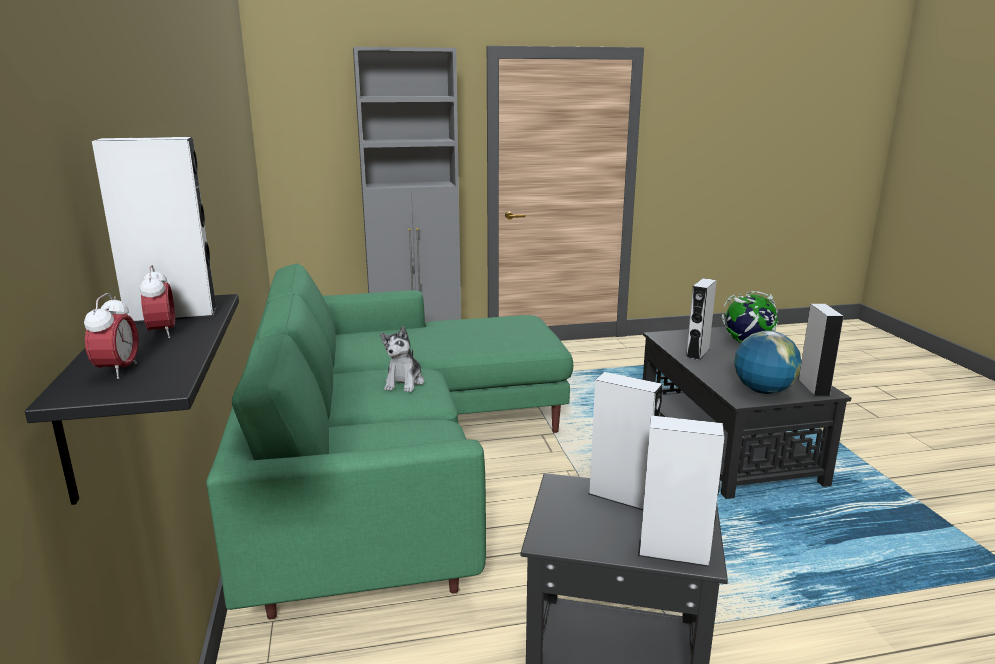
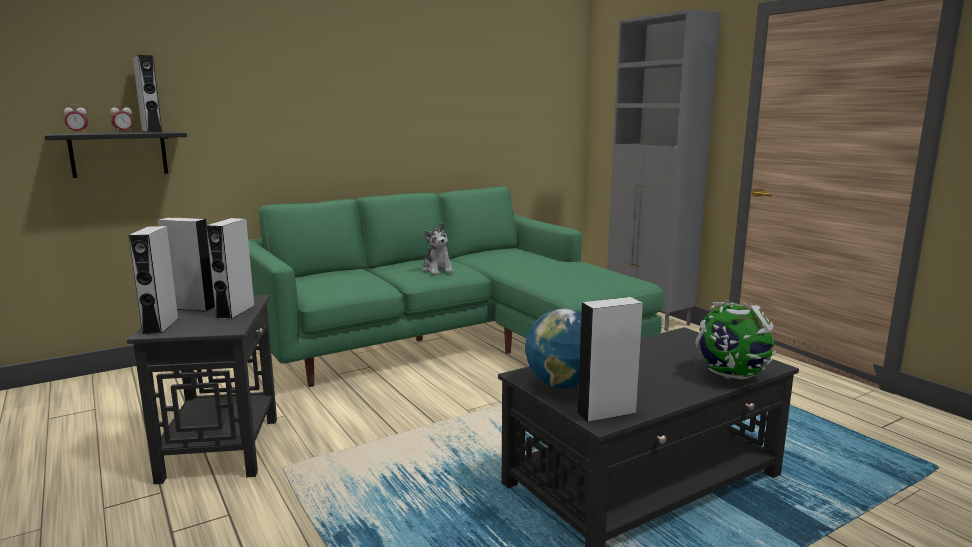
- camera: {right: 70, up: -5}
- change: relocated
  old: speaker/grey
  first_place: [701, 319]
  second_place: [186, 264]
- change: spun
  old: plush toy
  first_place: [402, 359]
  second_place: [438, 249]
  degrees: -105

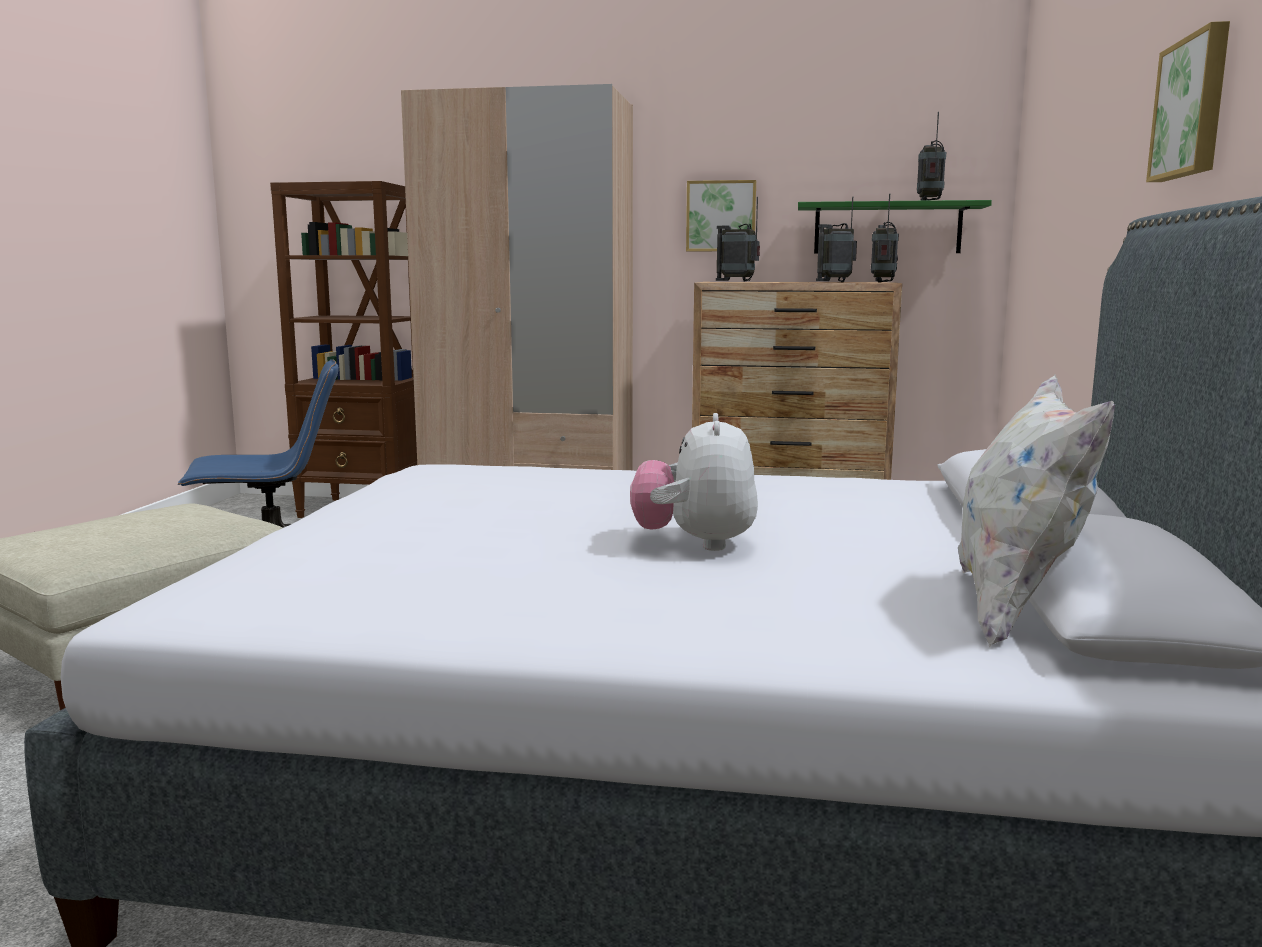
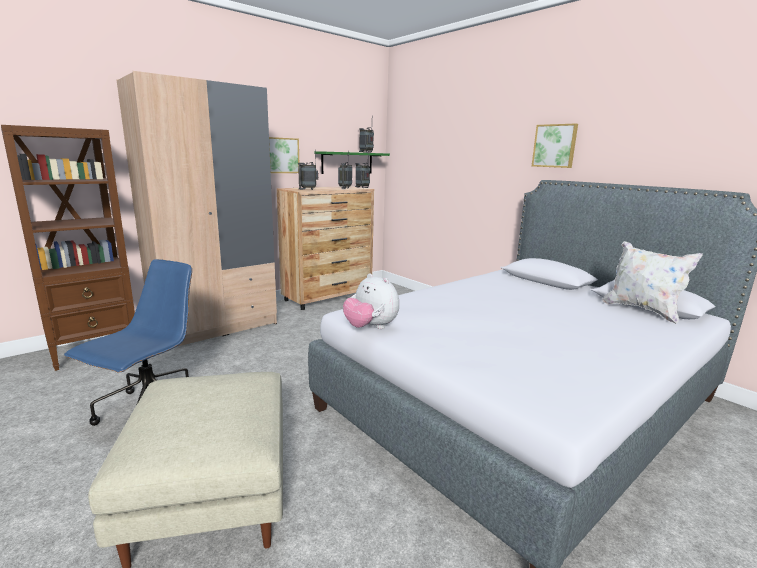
- camera: {right: -50, up: 5}
- change: relocated
  old: plush toy
  first_place: [694, 482]
  second_place: [371, 301]

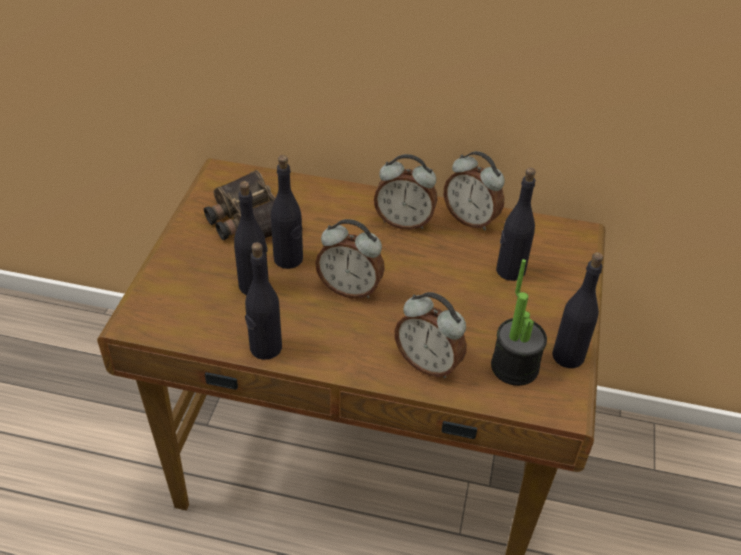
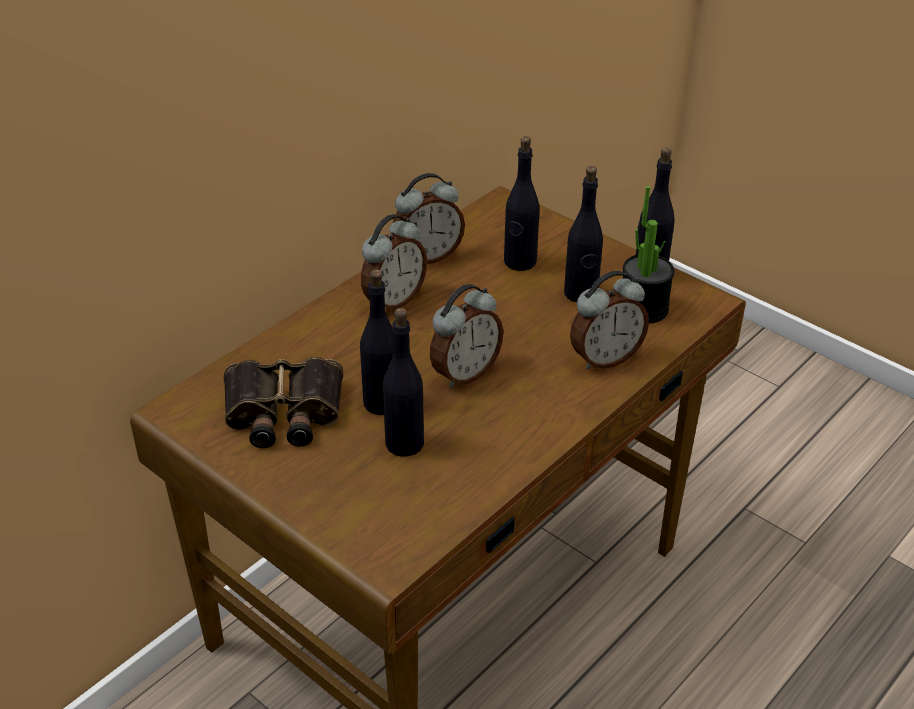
- camera: {right: -60, up: -5}
- change: relocated
  old: bottle/black
  first_place: [263, 301]
  second_place: [583, 234]

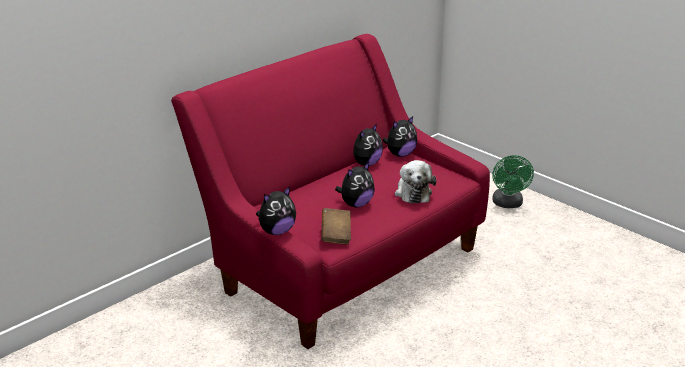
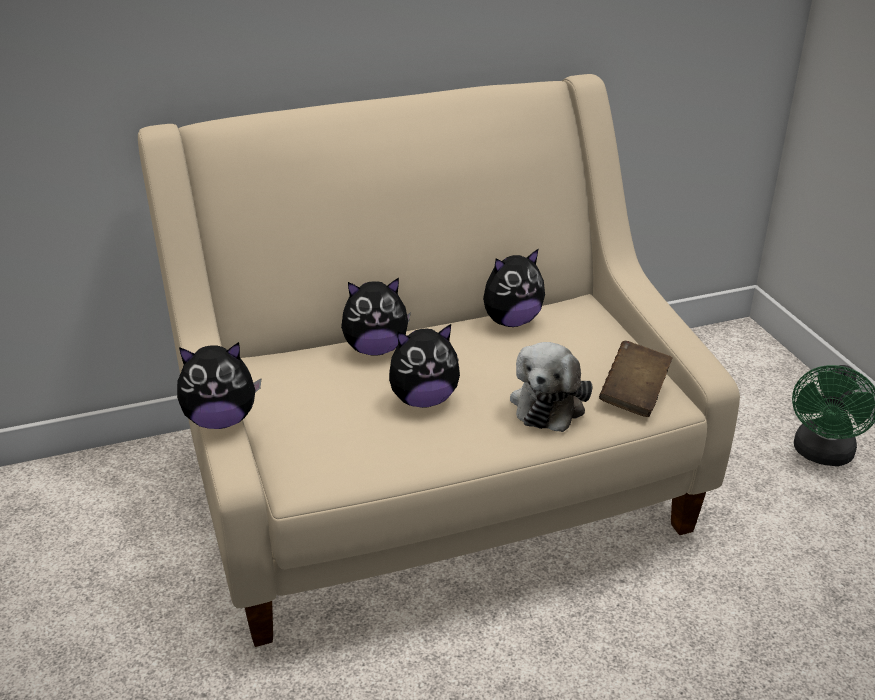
- camera: {right: 25, up: 5}
- change: colour
  old: sofa/red
  new: sofa/beige
  first_place: [330, 191]
  second_place: [439, 360]
- change: relocated
  old: plush toy
  first_place: [399, 136]
  second_place: [376, 317]
- change: relocated
  old: book/brown
  first_place: [336, 226]
  second_place: [636, 379]

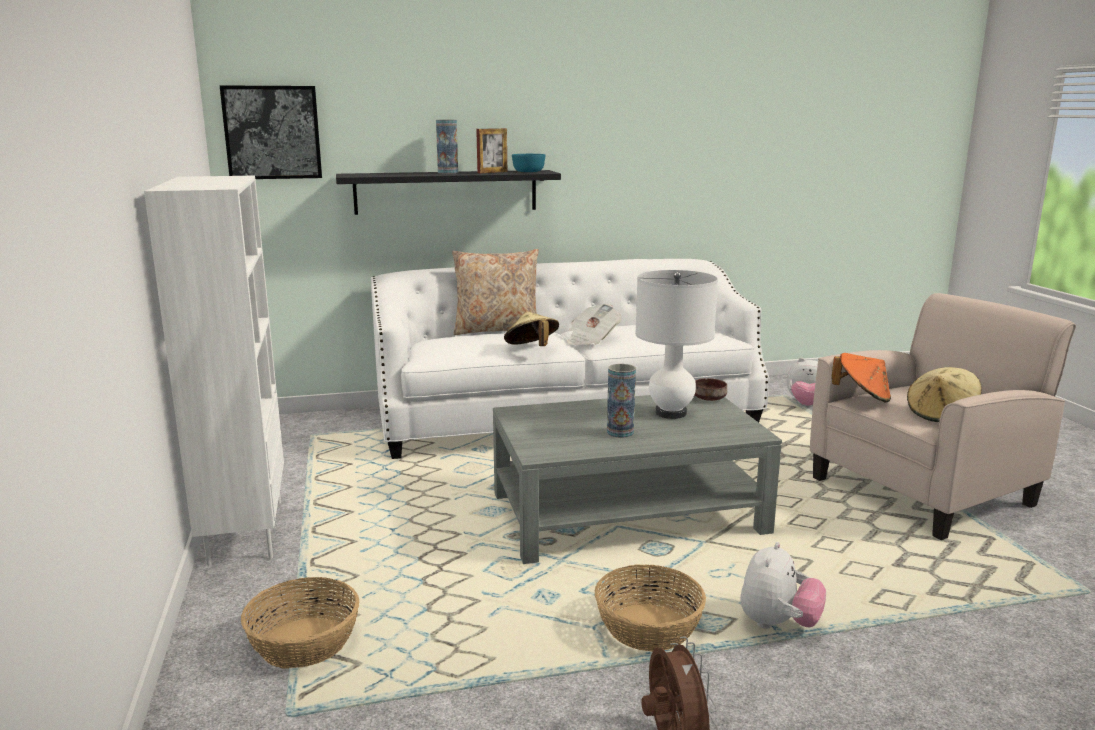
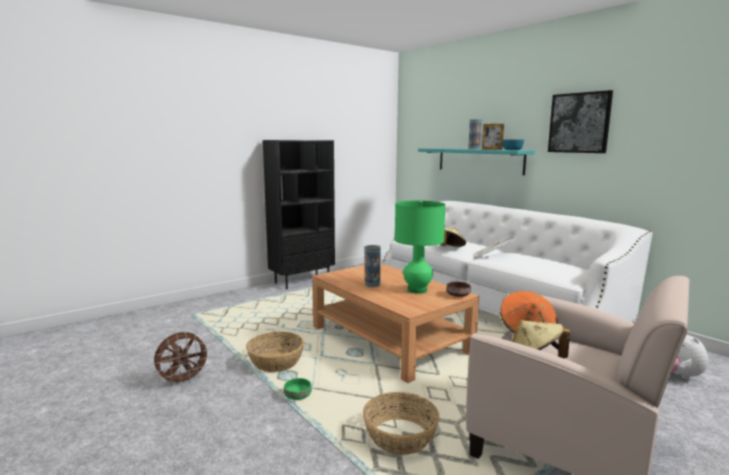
- camera: {right: 65, up: -5}
- change: colour
  old: bookcase/white
  new: bookcase/black
  first_place: [214, 371]
  second_place: [299, 214]
- change: exchanged
  old: plush toy
  new: bowl/green
  first_place: [783, 585]
  second_place: [298, 389]
- change: colour
  old: coffee table/grey
  new: coffee table/brown
  first_place: [637, 479]
  second_place: [395, 323]
- change: relocated
  old: basket
  first_place: [300, 623]
  second_place: [401, 423]
- change: colour
  old: table lamp/white
  new: table lamp/green
  first_place: [676, 344]
  second_place: [420, 247]
- change: colour
  old: shelf/black
  new: shelf/turquoise
  first_place: [448, 192]
  second_place: [476, 161]
- change: relocated
  old: picture
  first_place: [270, 132]
  second_place: [580, 121]
- change: missing
  old: pillow/beige
  first_place: [495, 292]

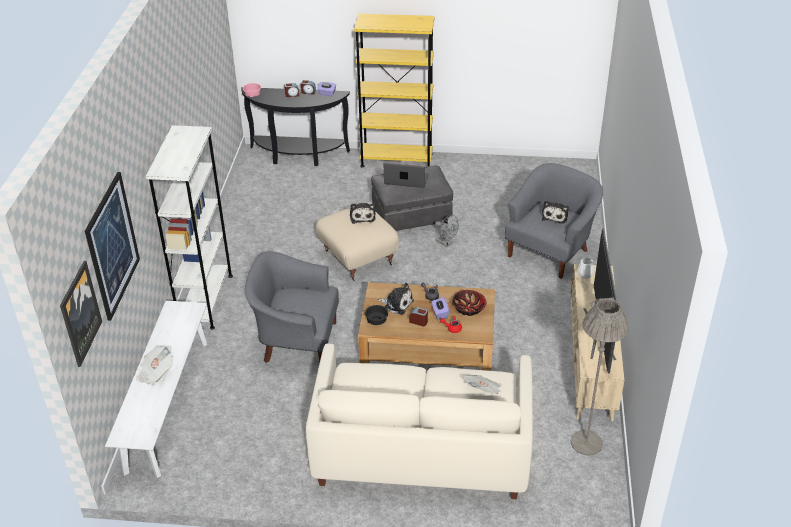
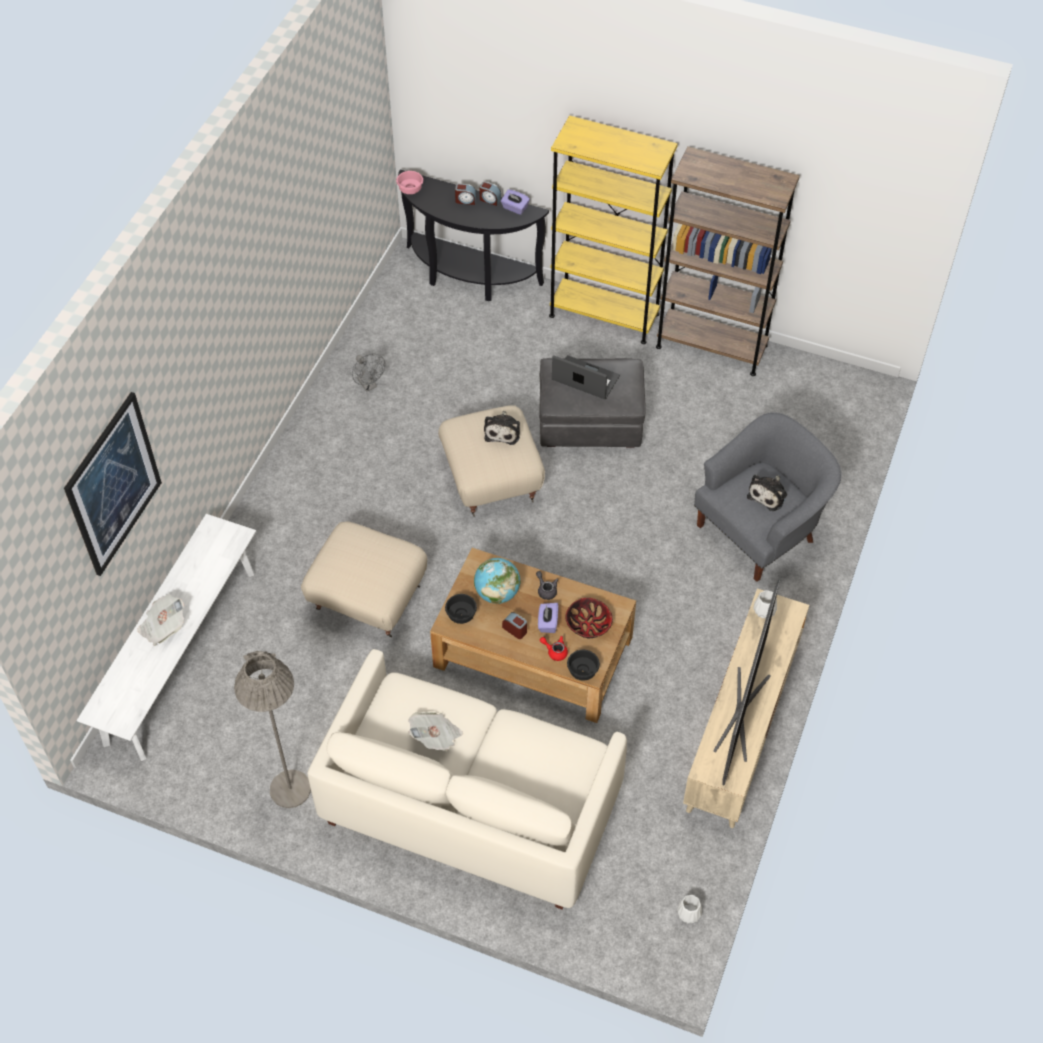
- camera: {right: 15, up: 15}
- change: relocated
  old: floor lamp/grey
  first_place: [600, 376]
  second_place: [272, 729]
- change: exchanged
  old: armchair/grey
  new: ottoman/beige
  first_place: [292, 307]
  second_place: [364, 579]
- change: relocated
  old: fan/grey
  first_place: [447, 231]
  second_place: [368, 373]
- change: relocated
  old: newspaper
  first_place: [482, 384]
  second_place: [435, 731]
- change: exchanged
  old: plush toy
  new: globe
  first_place: [396, 298]
  second_place: [497, 581]
- change: appeared
  new: bowl/black
  second_place: [583, 665]
- change: appeared
  new: bookcase/brown
  second_place: [728, 261]
- change: appeared
  new: vase/white
  second_place: [689, 909]
- change: missing
  old: picture
  first_place: [81, 314]
- change: missing
  old: bookcase/white
  first_place: [189, 227]

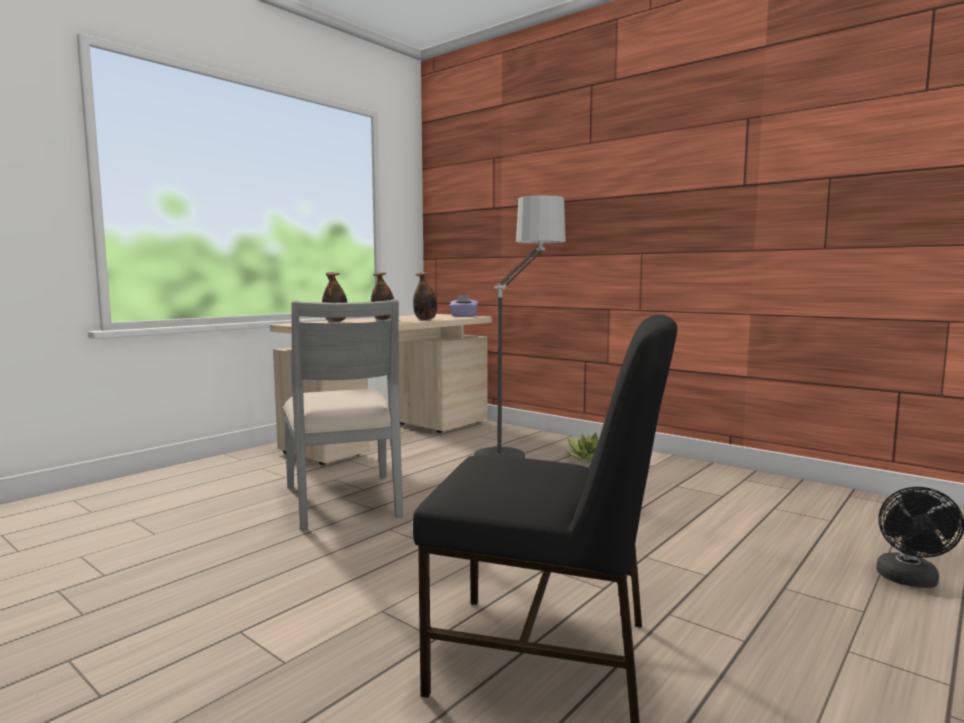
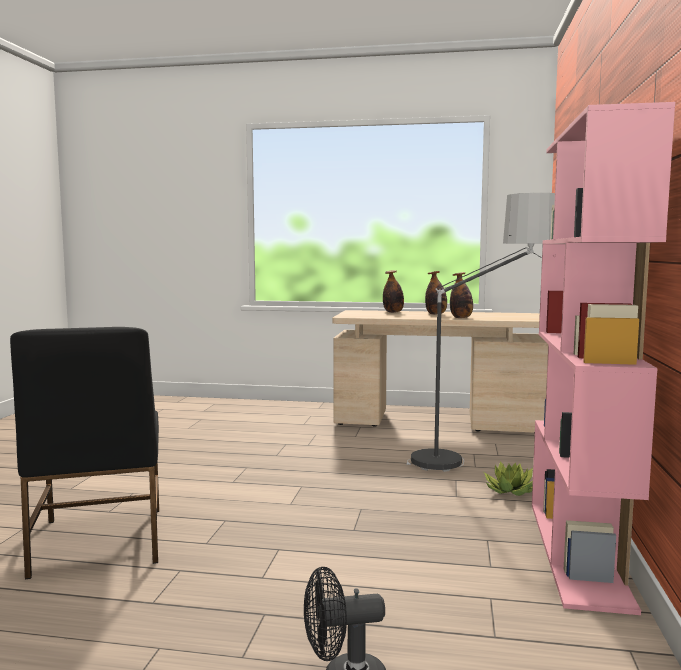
- camera: {right: 60, up: 0}
- change: appeared
  new: bookcase/pink
  second_place: [603, 358]
- change: missing
  old: chair/grey
  first_place: [343, 414]
- change: missing
  old: tissue box/purple
  first_place: [463, 306]

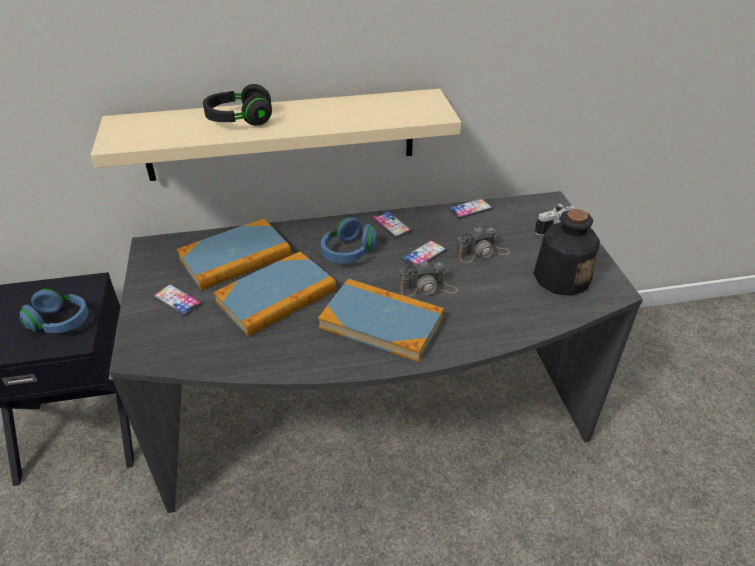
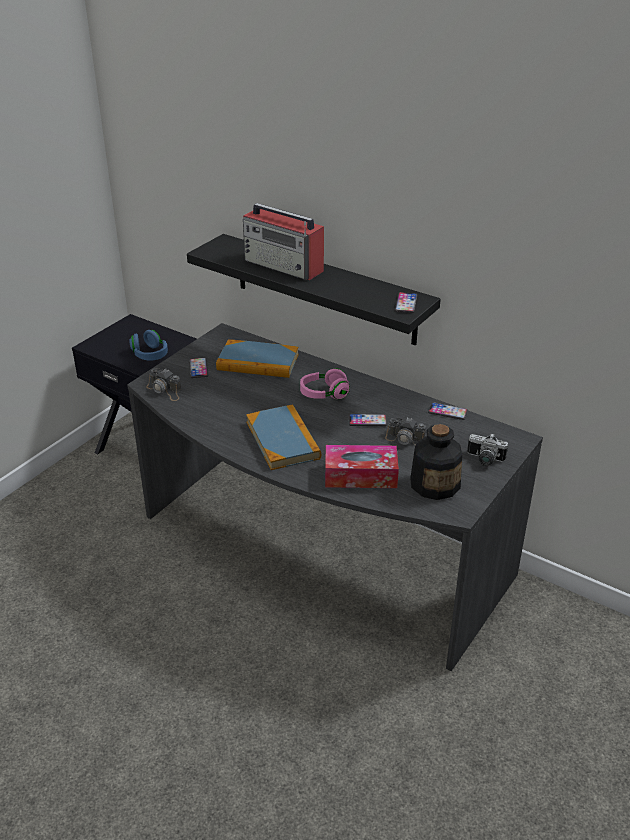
- camera: {right: 45, up: -5}
- change: relocated
  old: photo camera
  first_place: [429, 278]
  second_place: [163, 385]
- change: colour
  old: shelf/beige
  new: shelf/black
  first_place: [276, 135]
  second_place: [314, 290]
- change: exchanged
  old: headphones/black
  new: radio
  first_place: [237, 105]
  second_place: [283, 241]
- change: colour
  old: headphones/blue
  new: headphones/pink
  first_place: [349, 240]
  second_place: [325, 384]
- change: appeared
  new: tissue box
  second_place: [362, 466]
- change: relocated
  old: phone
  first_place: [392, 224]
  second_place: [406, 302]
- change: missing
  old: book
  first_place: [275, 294]

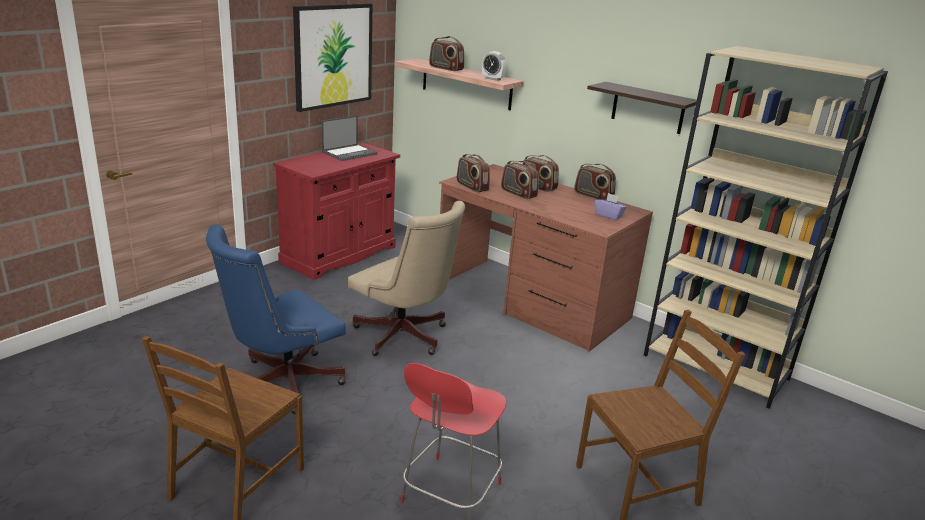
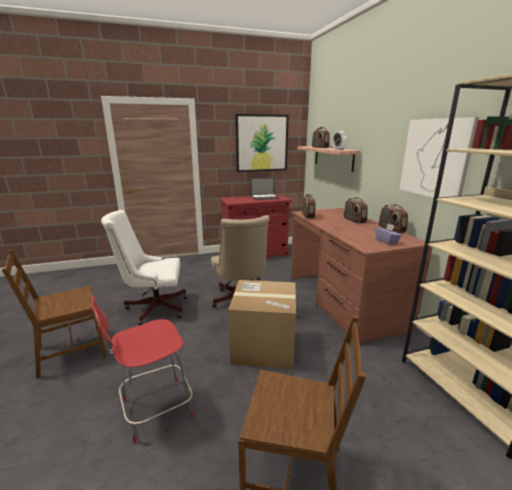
- camera: {right: 35, up: -5}
- change: colour
  old: office chair/blue
  new: office chair/white
  first_place: [276, 319]
  second_place: [144, 267]
- change: appeared
  new: cardboard box
  second_place: [262, 324]
- change: exchanged
  old: shelf
  new: picture
  first_place: [642, 108]
  second_place: [439, 157]
- change: missing
  old: radio
  first_place: [520, 180]

